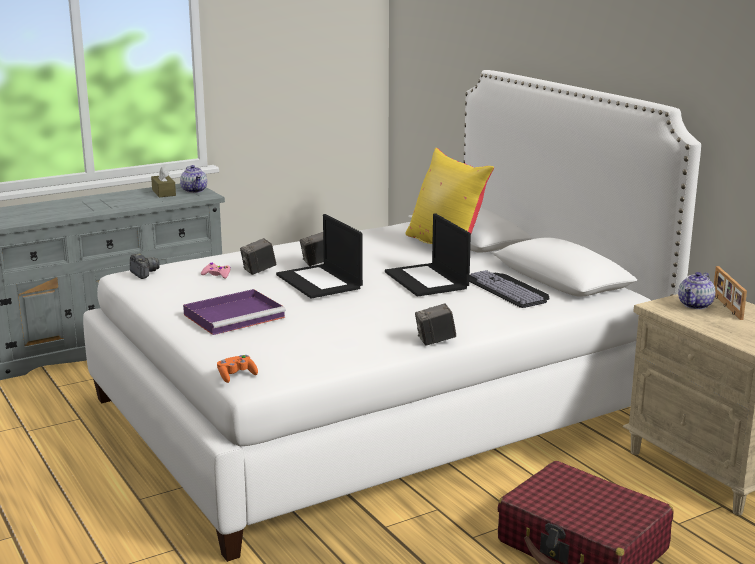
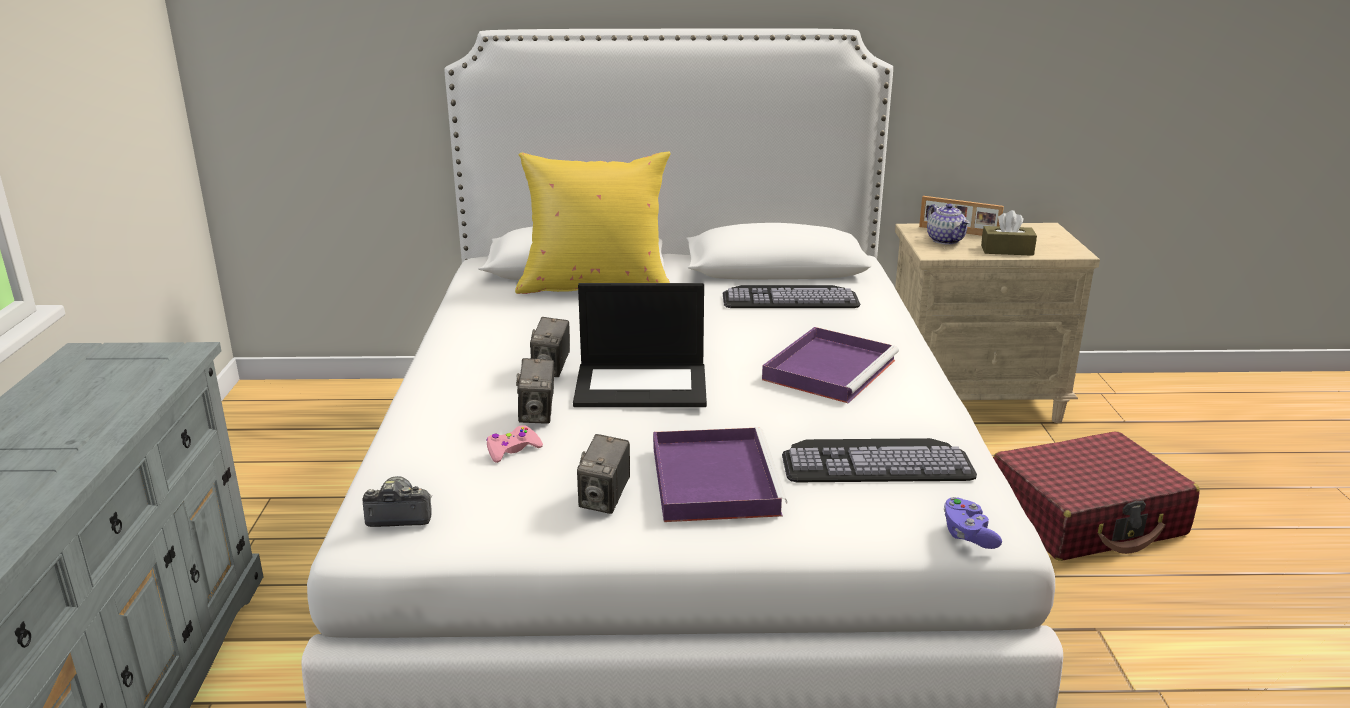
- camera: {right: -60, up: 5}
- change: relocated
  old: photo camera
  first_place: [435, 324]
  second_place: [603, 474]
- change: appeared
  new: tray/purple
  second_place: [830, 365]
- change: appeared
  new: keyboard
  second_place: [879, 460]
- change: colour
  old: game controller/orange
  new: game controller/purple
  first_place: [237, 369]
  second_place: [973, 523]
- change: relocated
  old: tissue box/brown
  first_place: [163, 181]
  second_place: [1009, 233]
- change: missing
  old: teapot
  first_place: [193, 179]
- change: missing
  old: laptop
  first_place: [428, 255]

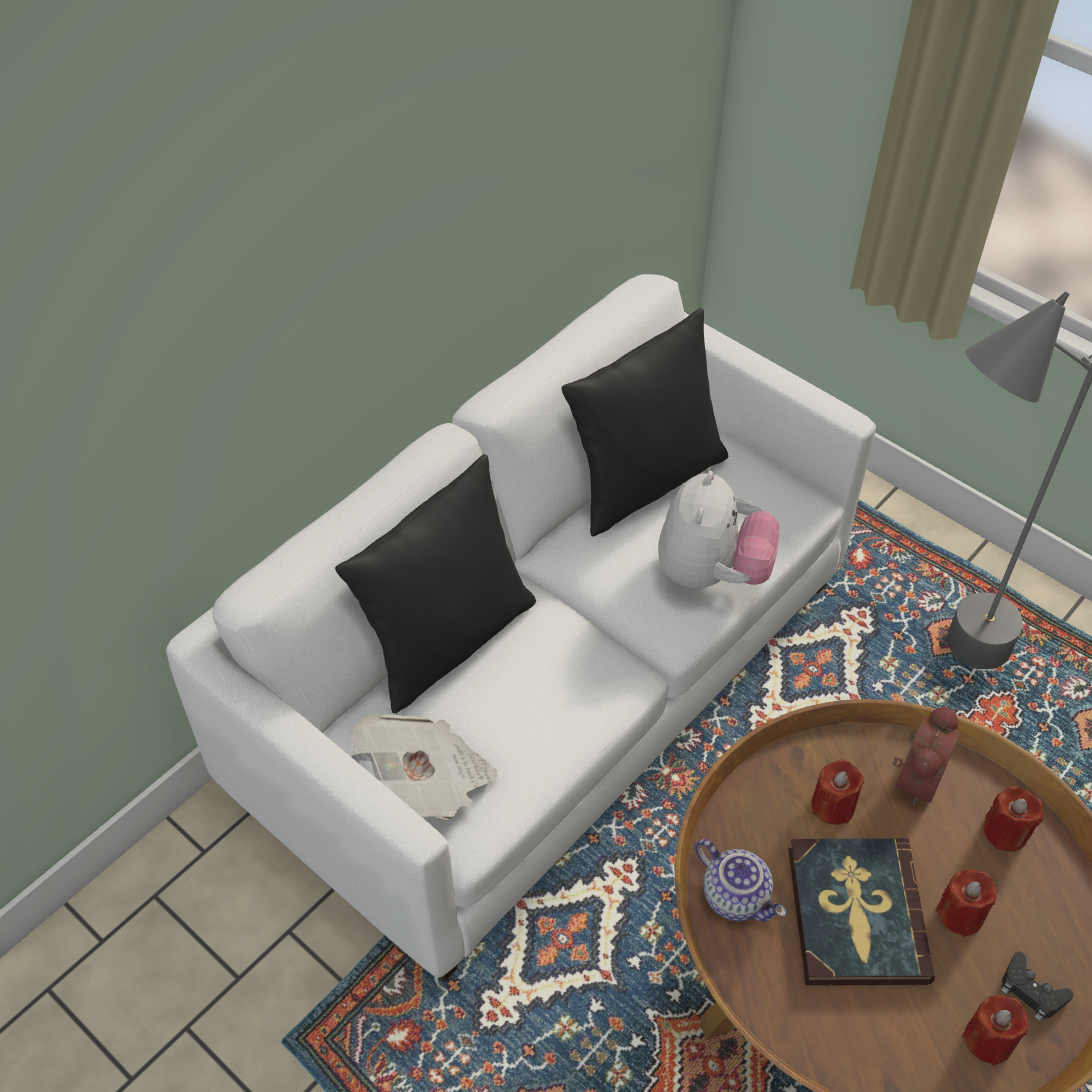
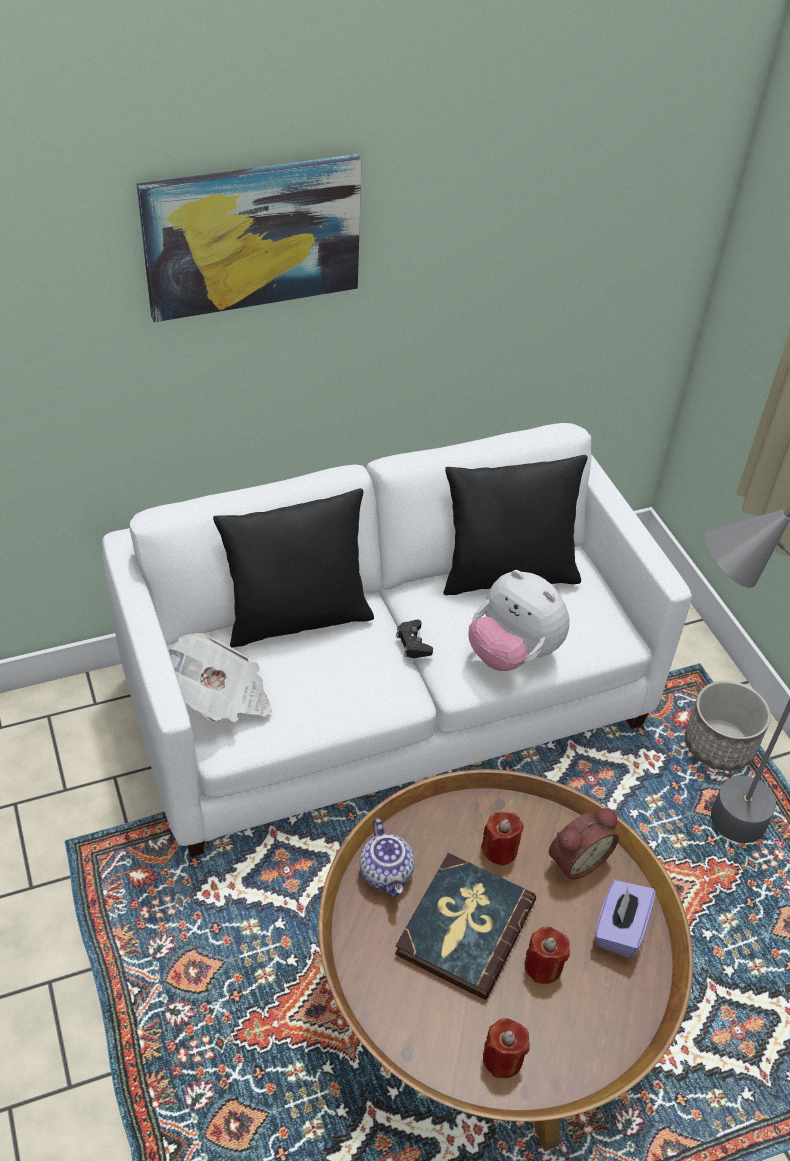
- camera: {right: 25, up: -5}
- change: appeared
  new: picture
  second_place: [249, 238]
- change: relocated
  old: game controller/black
  first_place: [1037, 986]
  second_place: [414, 639]
- change: spun
  old: plush toy
  first_place: [719, 529]
  second_place: [518, 620]
  degrees: 90
- change: exchanged
  old: candle/red
  new: tissue box/purple
  first_place: [1013, 819]
  second_place: [625, 919]
- change: appeared
  new: planter
  second_place: [728, 726]

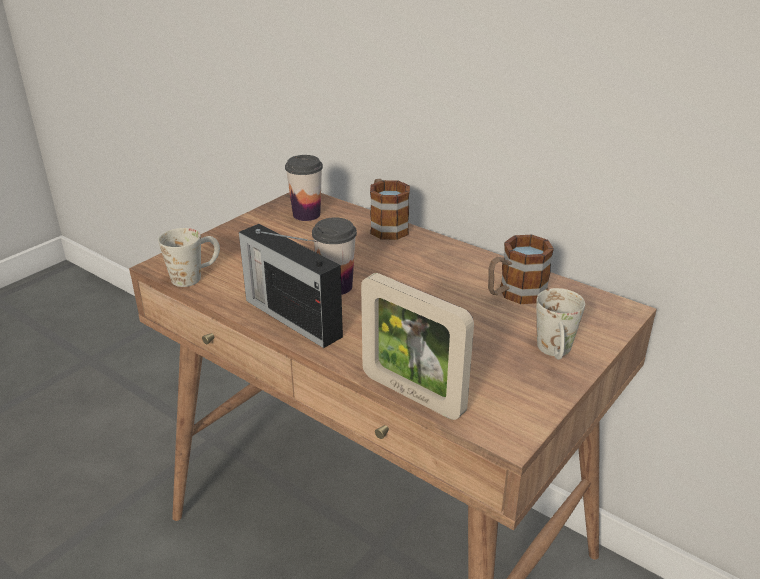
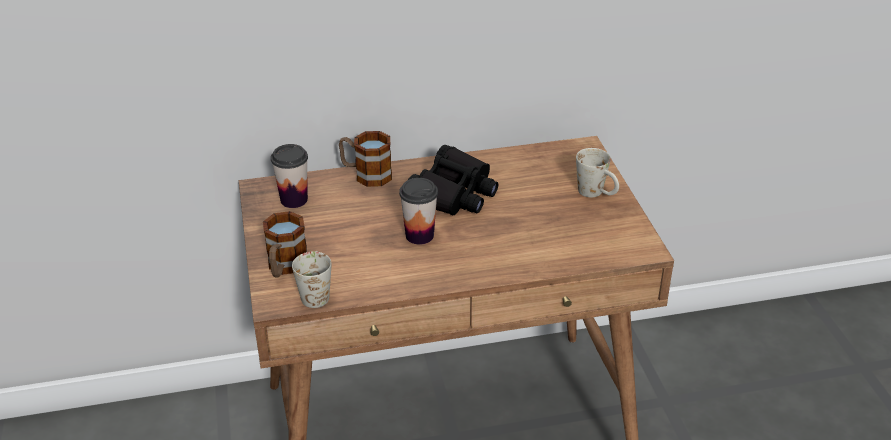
- camera: {right: -50, up: 5}
- change: relocated
  old: mug
  first_place: [521, 269]
  second_place: [284, 244]
- change: appeared
  new: binoculars/black
  second_place: [453, 180]
- change: missing
  old: radio
  first_place: [291, 286]
- change: missing
  old: picture frame
  first_place: [417, 346]

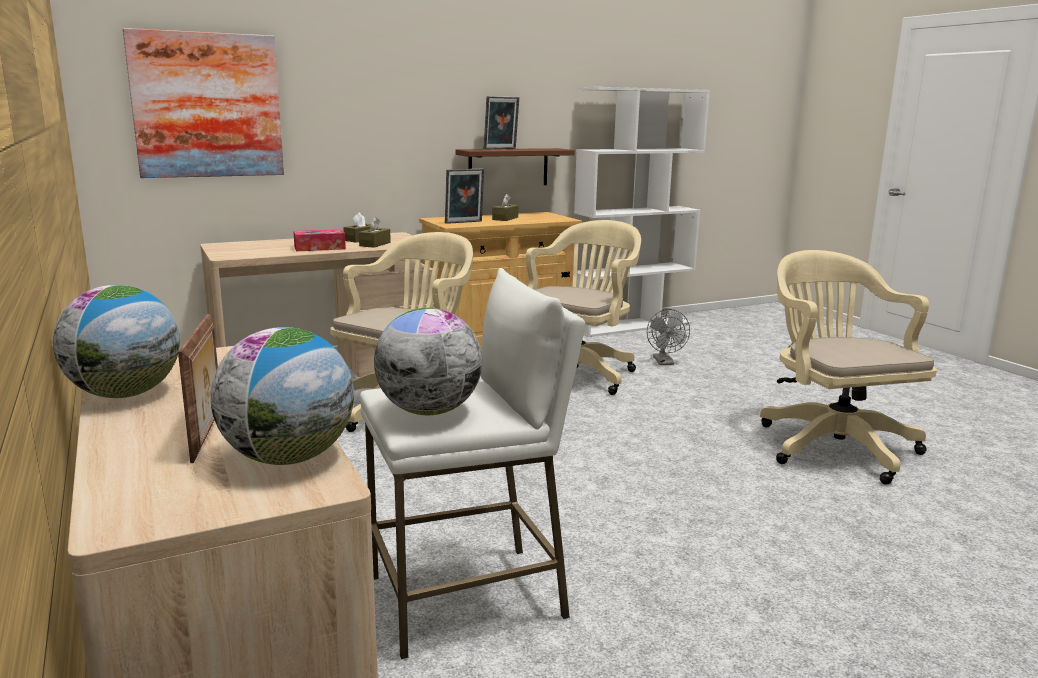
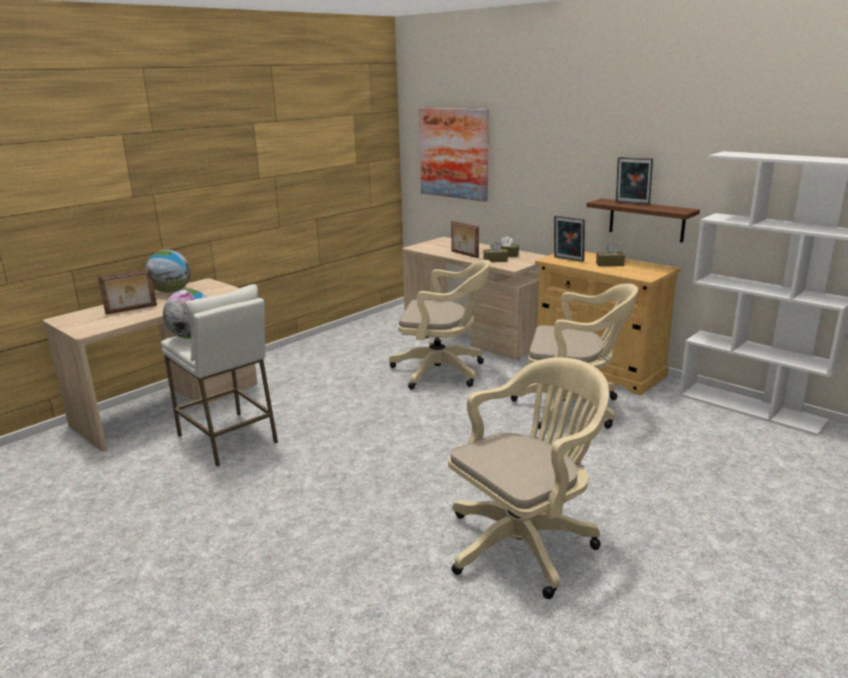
- camera: {right: 70, up: 5}
- change: exchanged
  old: tissue box
  new: picture frame
  first_place: [319, 240]
  second_place: [465, 239]
- change: missing
  old: globe
  first_place: [282, 396]
- change: missing
  old: fan/grey
  first_place: [668, 337]

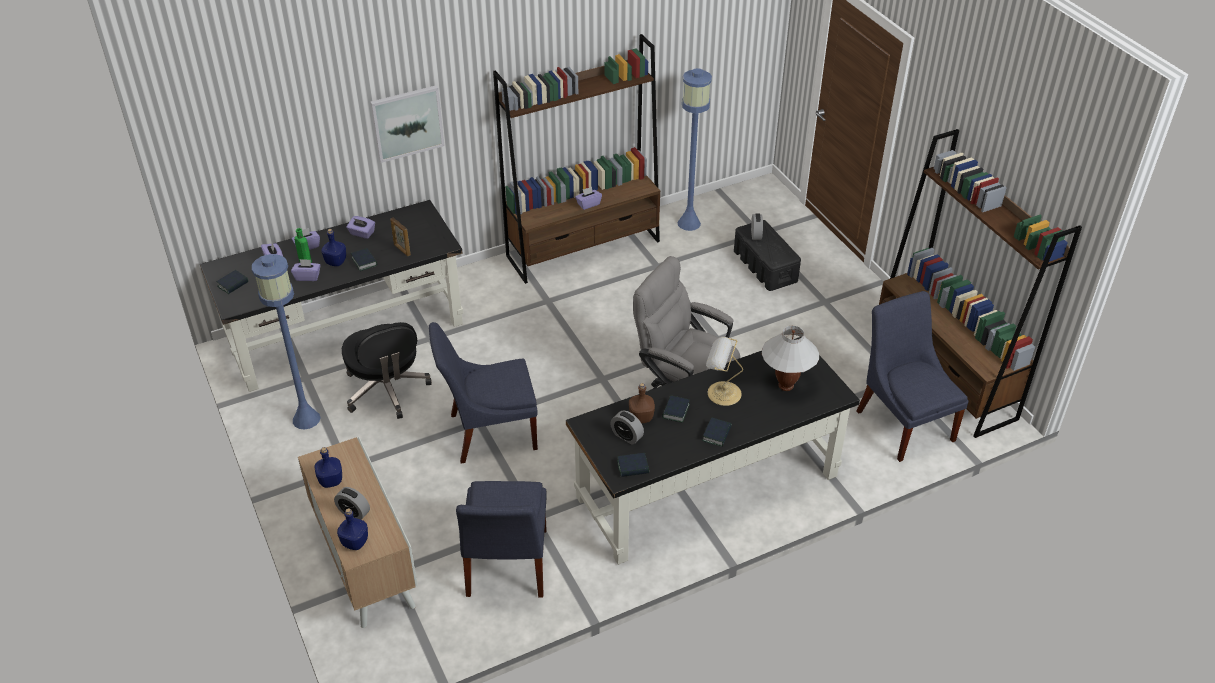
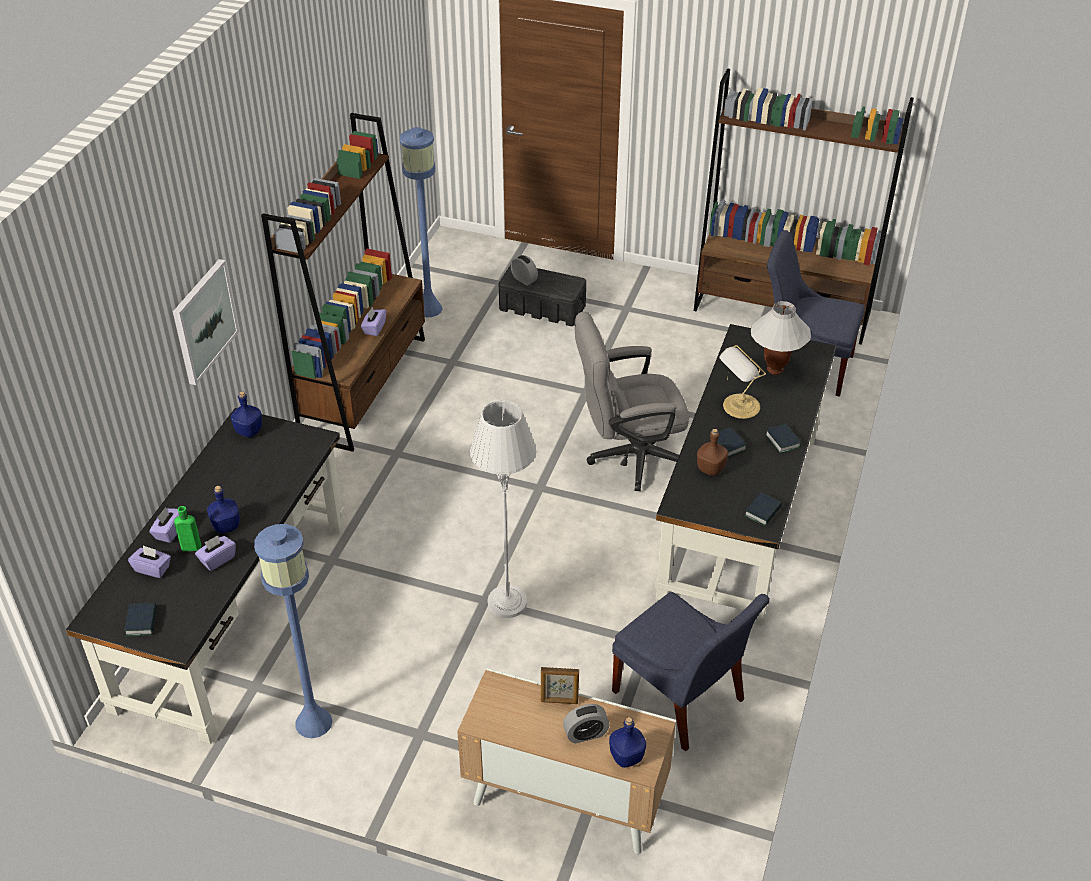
- camera: {right: -45, up: 0}
- change: relocated
  old: bottle/blue
  first_place: [328, 467]
  second_place: [246, 414]
- change: exchanged
  old: chair/blue
  new: floor lamp/grey
  first_place: [483, 393]
  second_place: [503, 509]
- change: relocated
  old: picture frame
  first_place: [400, 237]
  second_place: [560, 685]
- change: missing
  old: office chair/black
  first_place: [387, 370]
- change: missing
  old: tissue box/purple
  first_place: [361, 227]
- change: missing
  old: book
  first_place: [364, 259]
- change: missing
  old: alarm clock
  first_place: [627, 428]

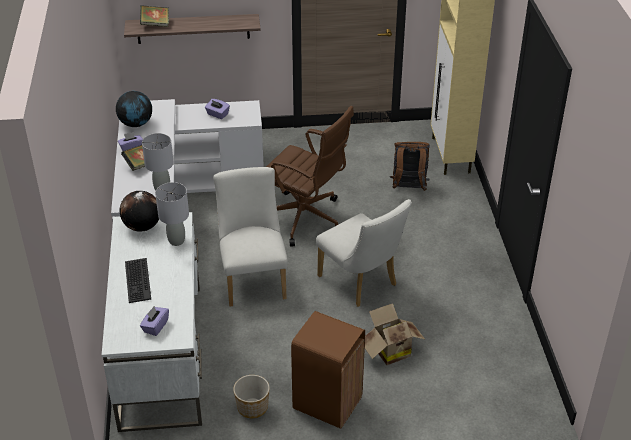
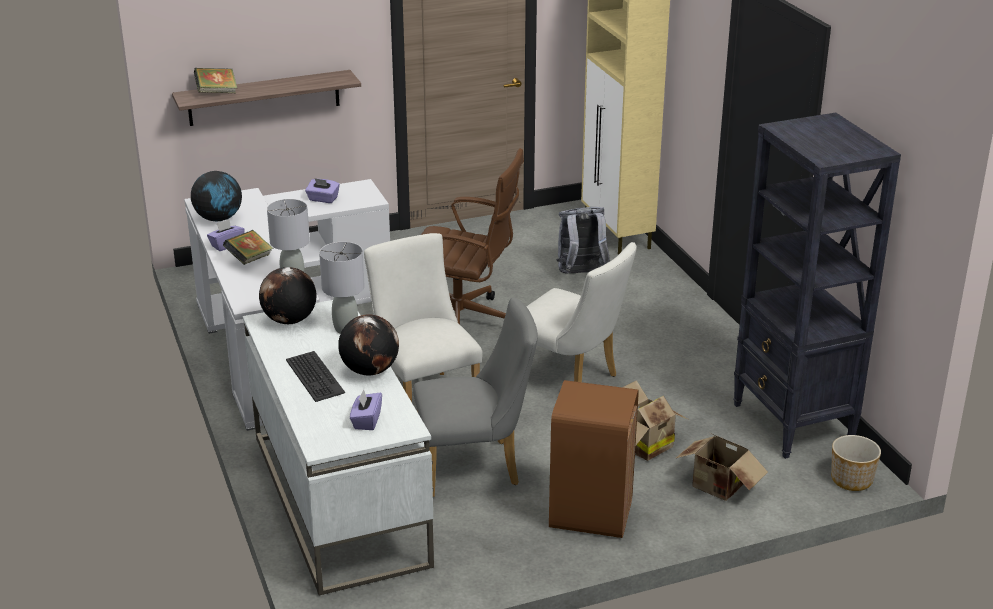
- camera: {right: -15, up: -10}
- change: appeared
  new: globe
  second_place: [368, 344]
- change: appeared
  new: chair/grey
  second_place: [475, 397]
- change: colour
  old: backpack/brown
  new: backpack/grey
  first_place: [410, 166]
  second_place: [583, 240]
- change: appeared
  new: cardboard box
  second_place: [722, 466]
- change: appeared
  new: bookcase/black
  second_place: [817, 286]
- change: relocated
  old: planter
  first_place: [251, 396]
  second_place: [856, 463]

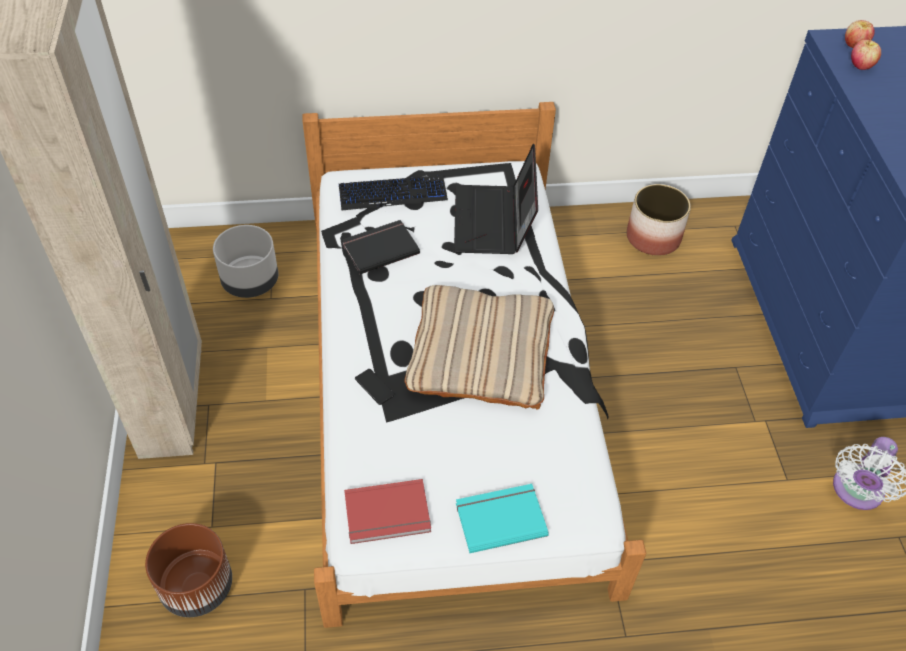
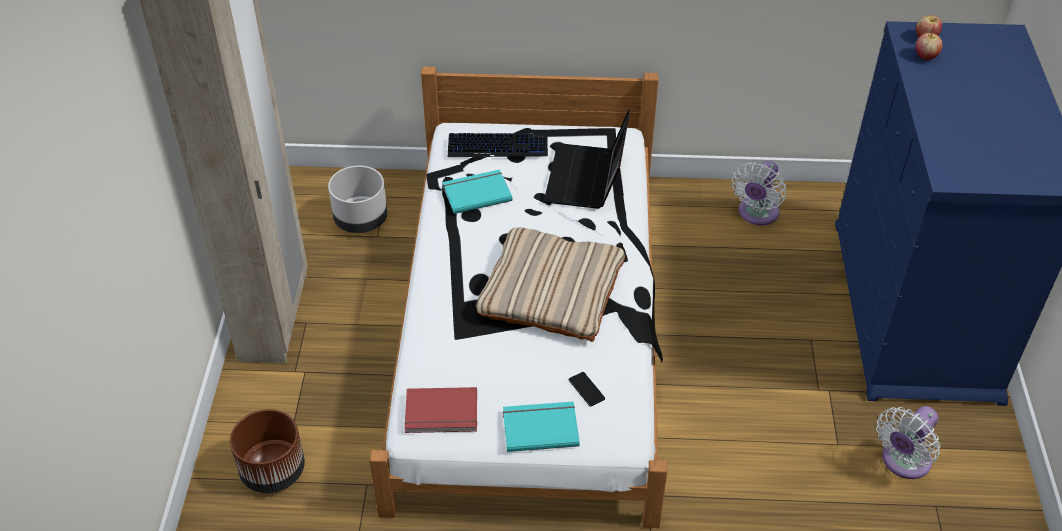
- camera: {right: 10, up: -5}
- change: colour
  old: book/black
  new: book/turquoise
  first_place: [381, 247]
  second_place: [477, 191]
- change: relocated
  old: phone
  first_place: [375, 387]
  second_place: [587, 389]
- change: exchanged
  old: planter
  new: fan/white
  first_place: [659, 220]
  second_place: [759, 193]

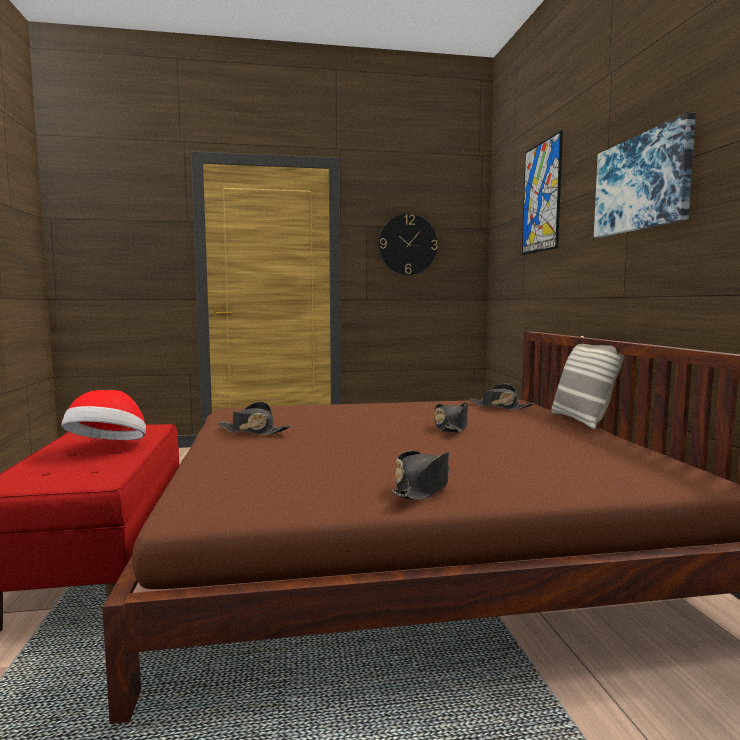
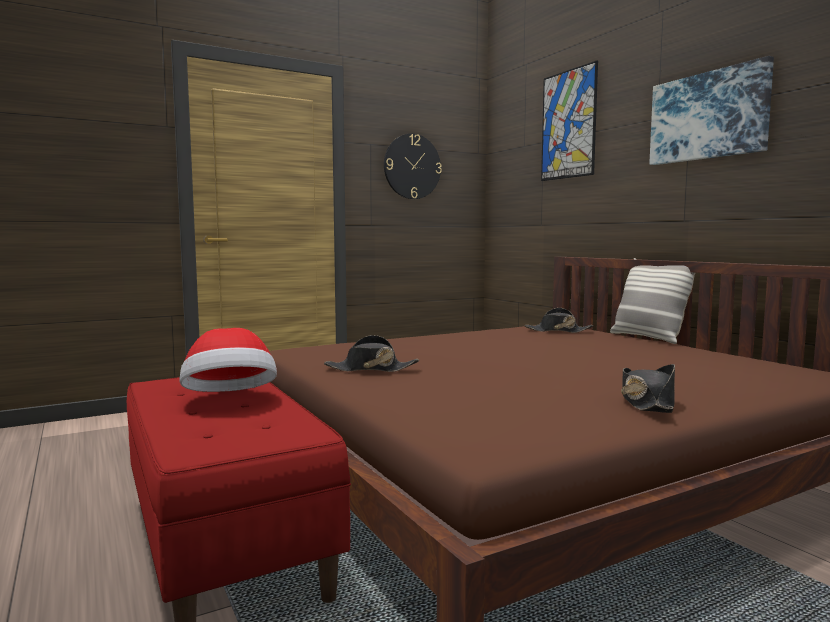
- camera: {right: -20, up: 0}
- change: missing
  old: hat/black
  first_place: [451, 417]

